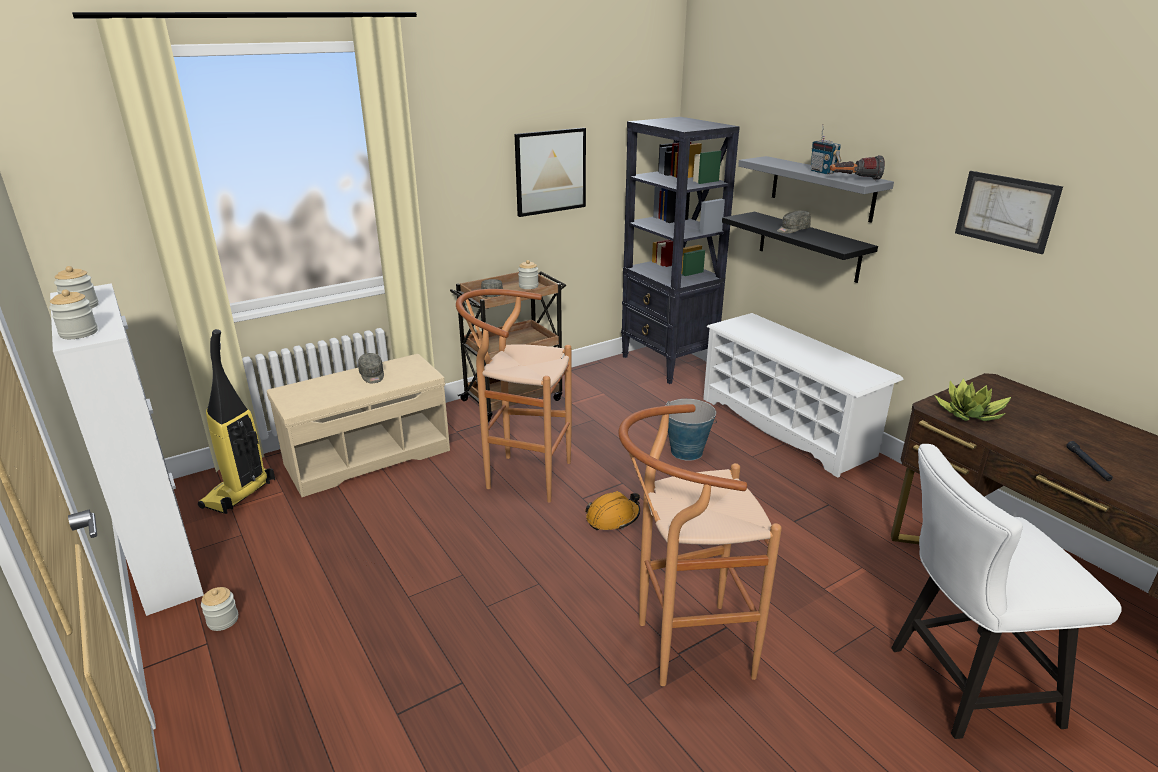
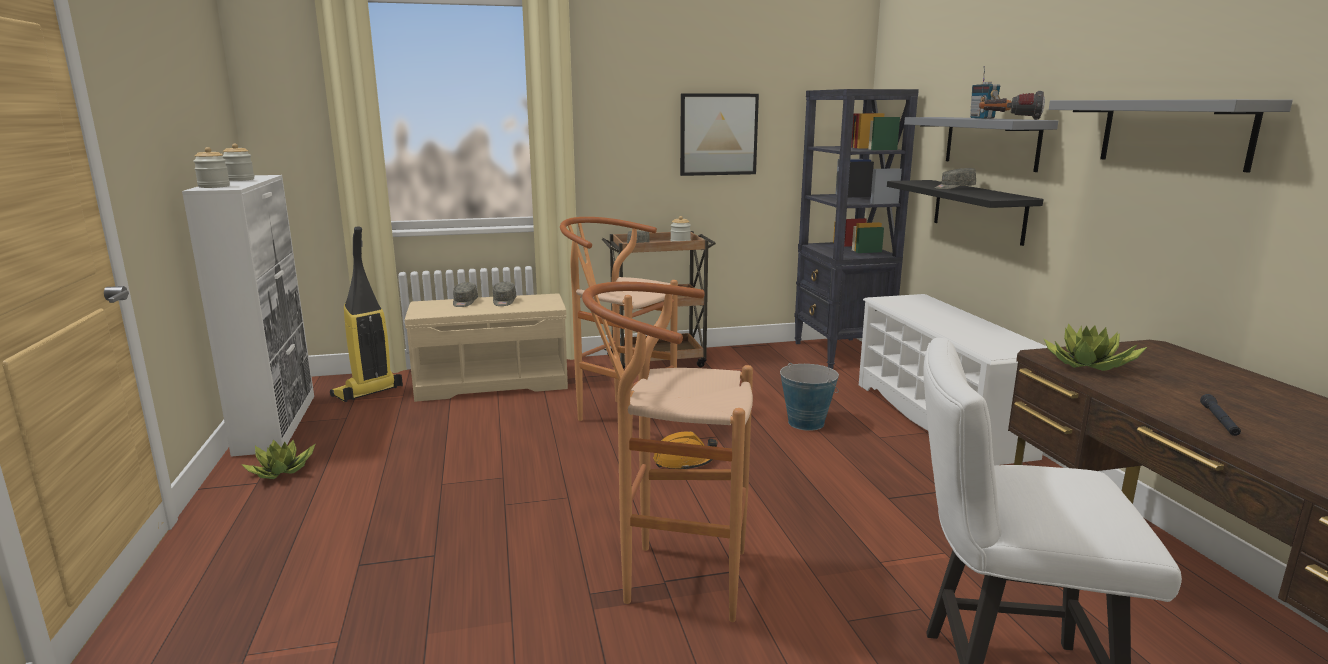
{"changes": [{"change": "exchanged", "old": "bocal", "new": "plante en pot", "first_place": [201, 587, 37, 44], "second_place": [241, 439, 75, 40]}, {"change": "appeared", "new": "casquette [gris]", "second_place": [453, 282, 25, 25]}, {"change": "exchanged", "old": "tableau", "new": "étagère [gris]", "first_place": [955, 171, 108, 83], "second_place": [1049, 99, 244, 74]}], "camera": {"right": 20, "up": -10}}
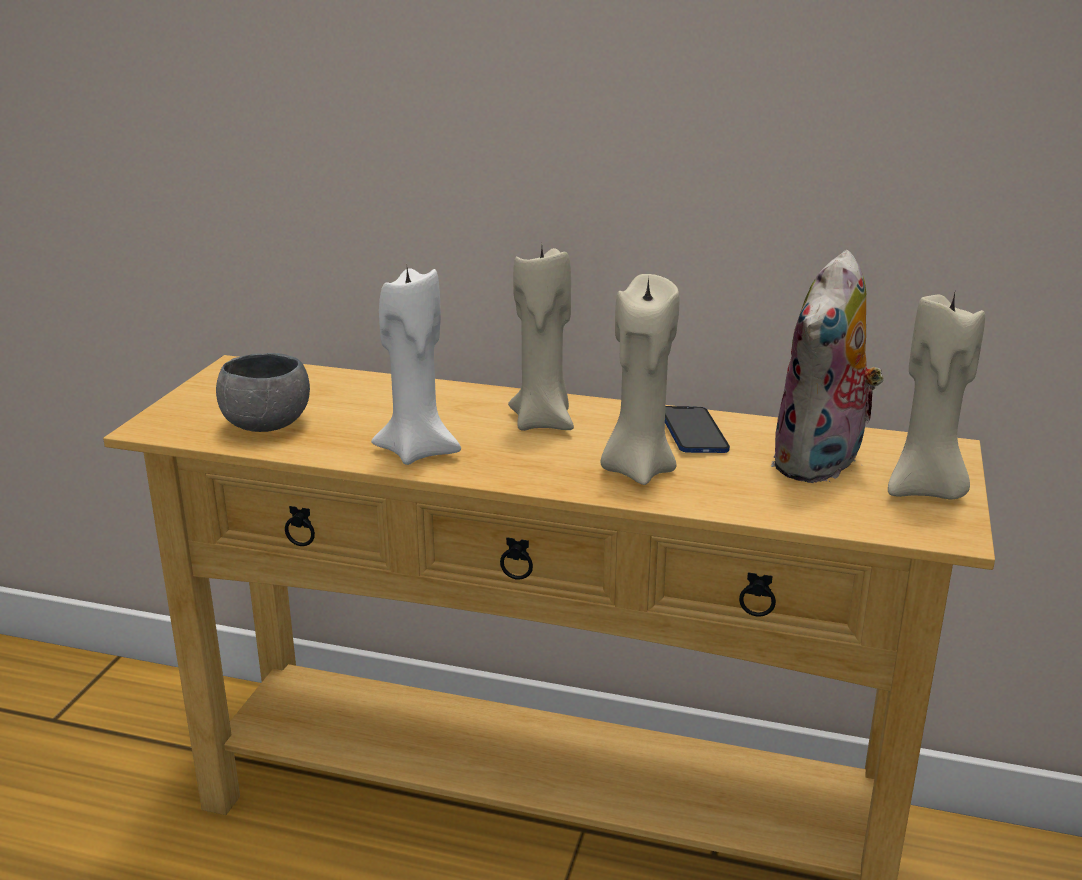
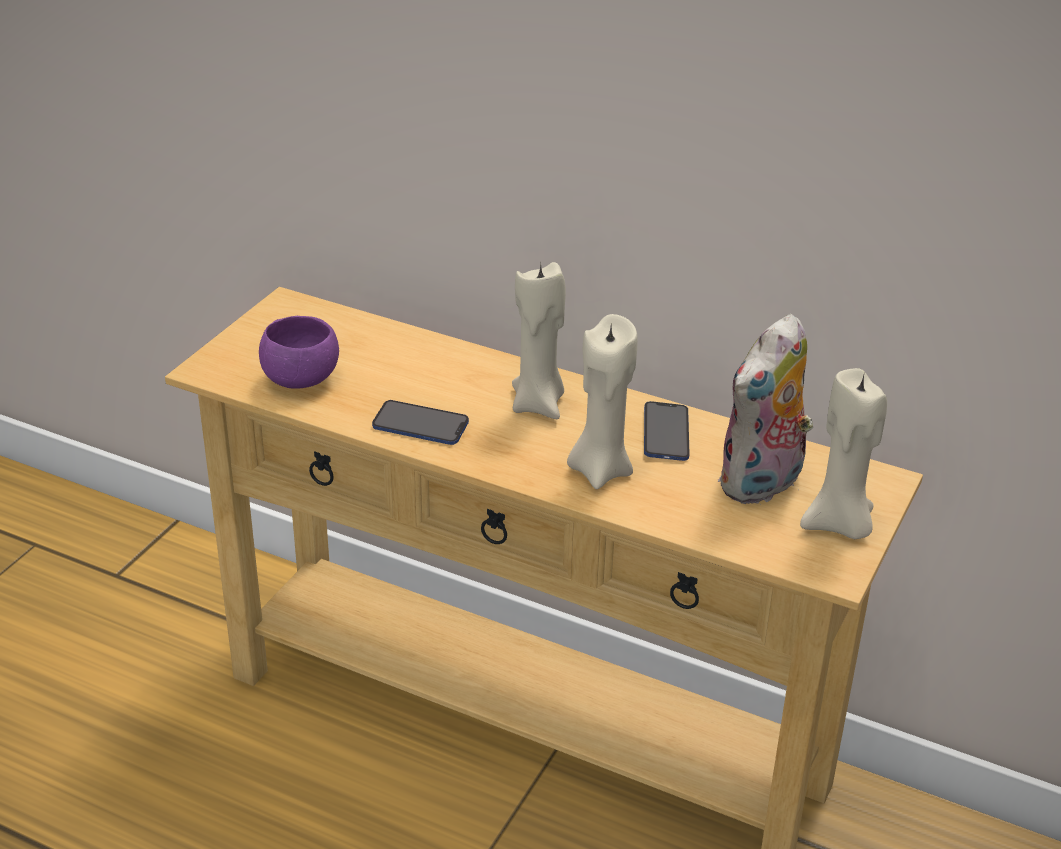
{"changes": [{"change": "colour", "old": "bol [gris]", "new": "bol [violet]", "first_place": [216, 353, 94, 79], "second_place": [259, 316, 80, 73]}, {"change": "exchanged", "old": "bougie [blanc]", "new": "téléphone", "first_place": [371, 268, 90, 197], "second_place": [372, 400, 97, 45]}], "camera": {"right": 10, "up": 10}}
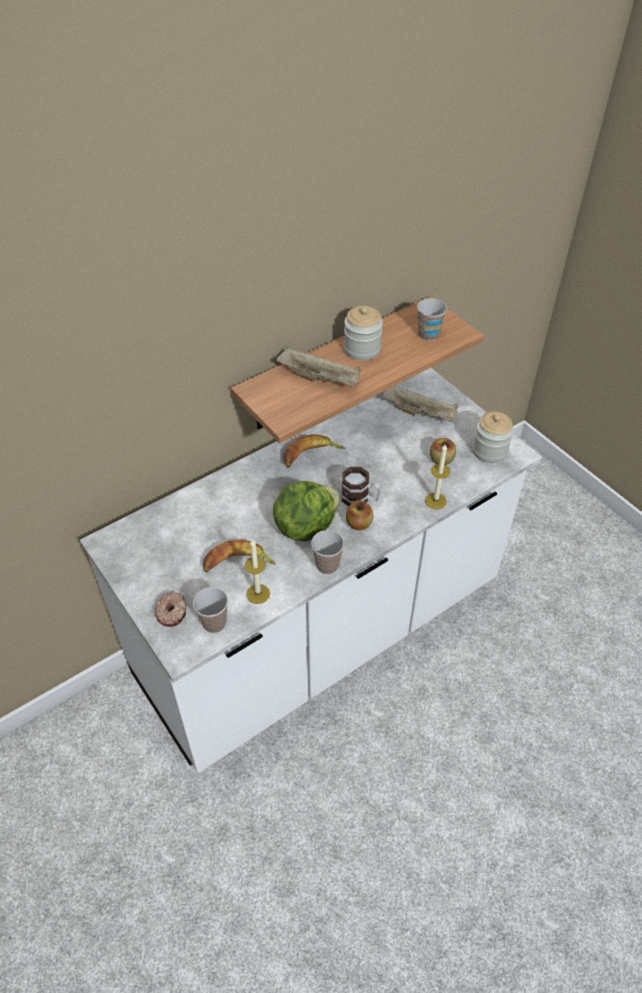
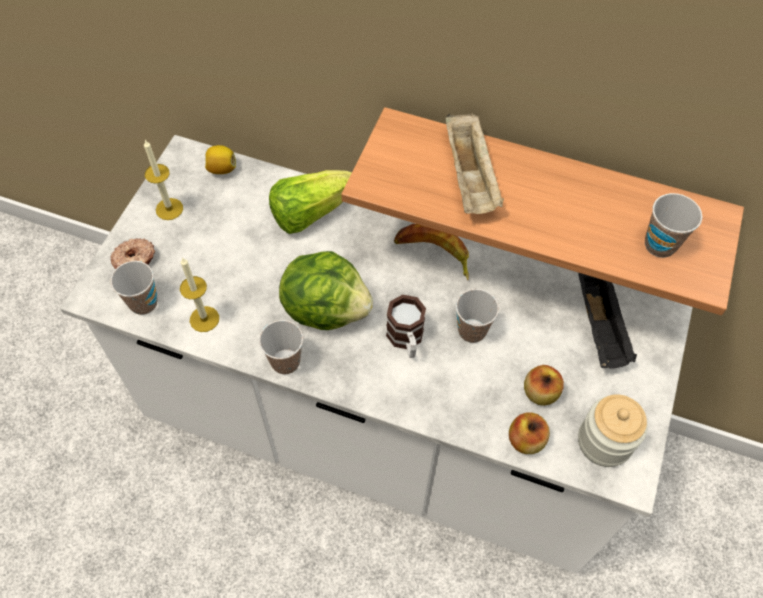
{"changes": [{"change": "relocated", "old": "bougie", "first_place": [425, 445, 25, 64], "second_place": [144, 140, 39, 80]}, {"change": "appeared", "new": "citron", "second_place": [205, 145, 31, 29]}, {"change": "appeared", "new": "laitue", "second_place": [269, 170, 83, 64]}, {"change": "appeared", "new": "tasse", "second_place": [456, 289, 43, 54]}, {"change": "relocated", "old": "pomme", "first_place": [346, 501, 27, 29], "second_place": [509, 413, 41, 41]}, {"change": "colour", "old": "plateau [beige]", "new": "plateau [noir]", "first_place": [382, 386, 76, 36], "second_place": [578, 273, 59, 95]}, {"change": "missing", "old": "banane", "first_place": [203, 540, 73, 32]}, {"change": "missing", "old": "bocal", "first_place": [344, 306, 39, 55]}], "camera": {"right": 55, "up": 10}}
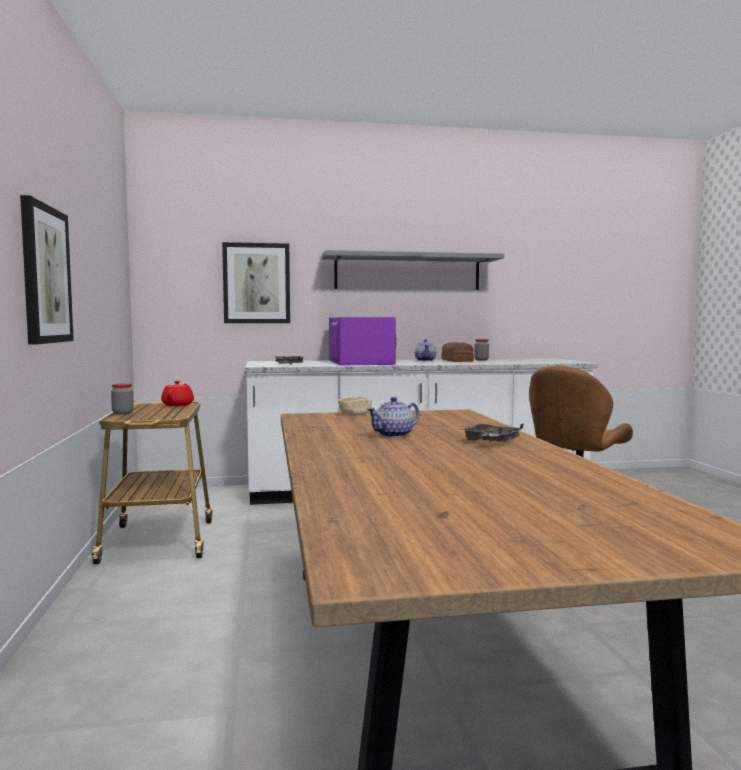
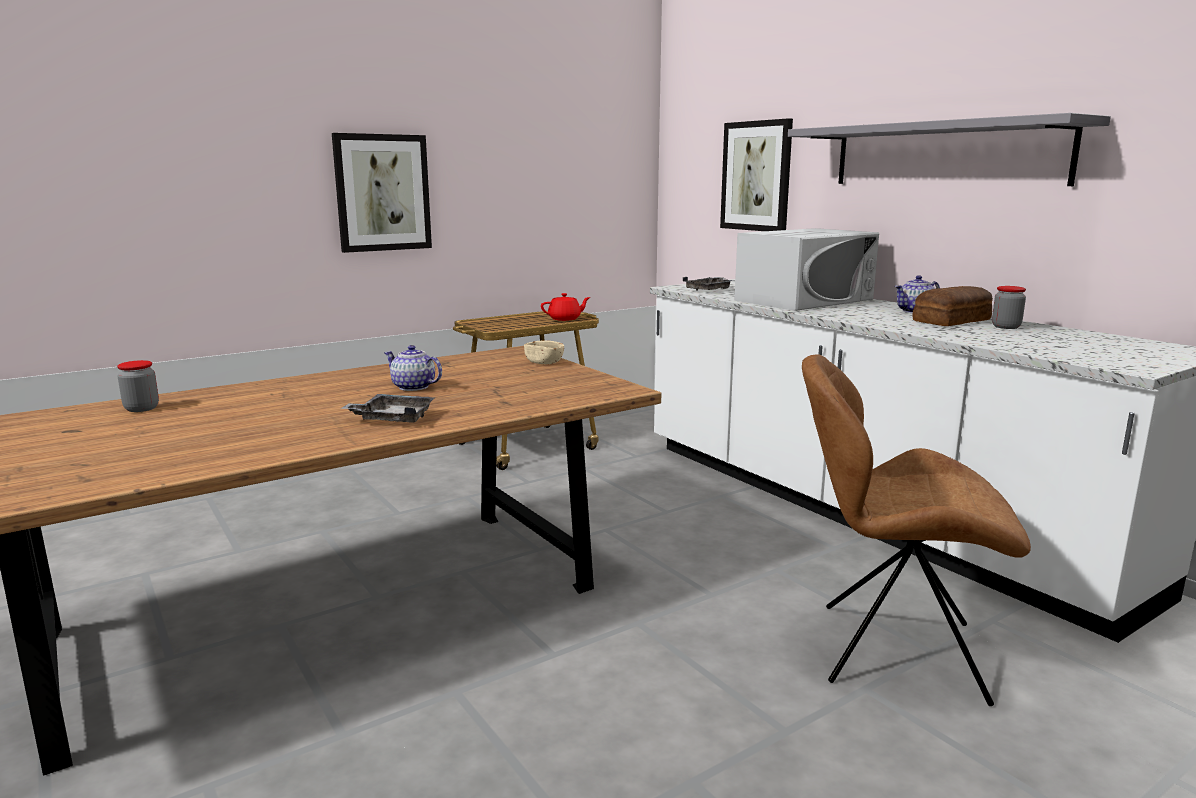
{"changes": [{"change": "relocated", "old": "bocal", "first_place": [111, 383, 23, 32], "second_place": [117, 360, 42, 52]}, {"change": "colour", "old": "micro-ondes [violet]", "new": "micro-ondes [blanc]", "first_place": [329, 317, 67, 48], "second_place": [734, 228, 145, 83]}], "camera": {"right": 65, "up": 10}}
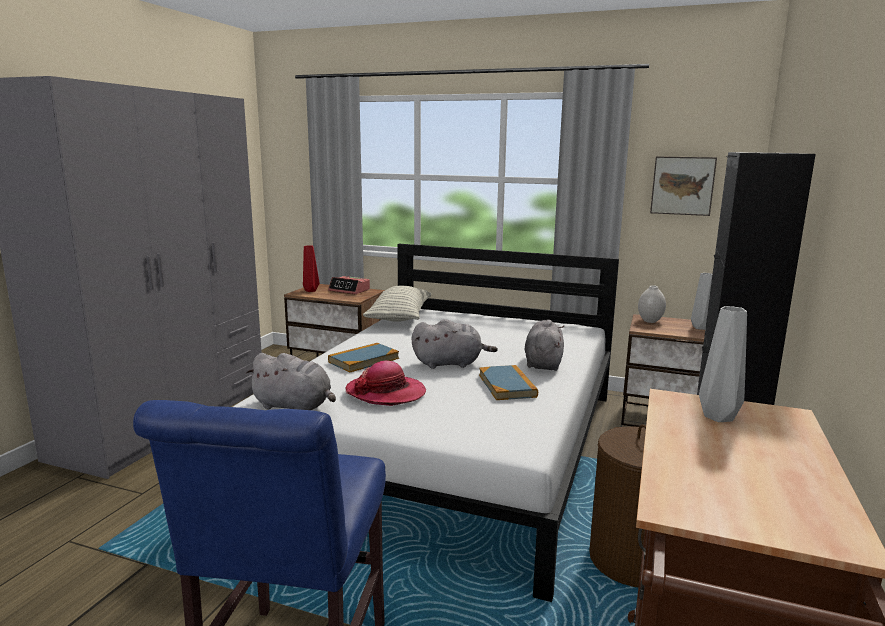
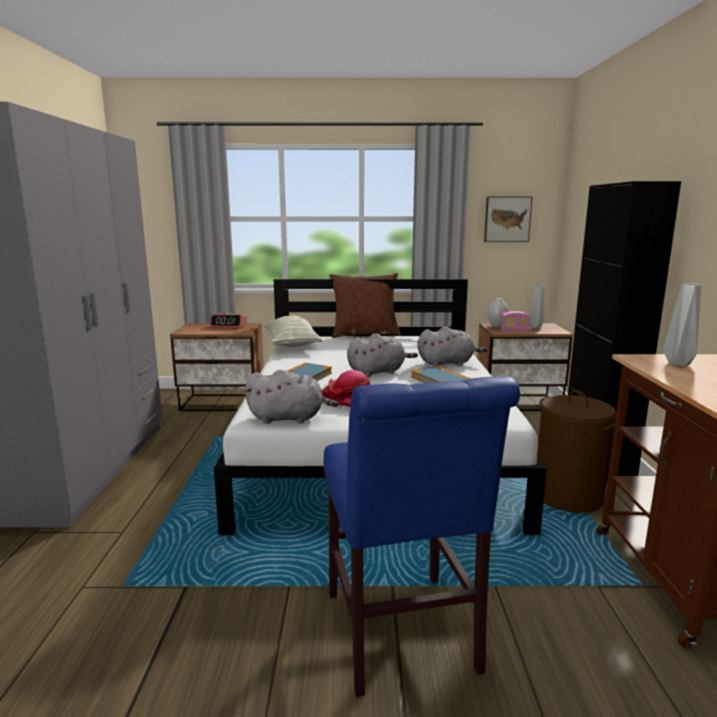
{"changes": [{"change": "appeared", "new": "coussin [marron]", "second_place": [329, 273, 72, 65]}, {"change": "spun", "old": "peluche [gris]", "first_place": [525, 320, 40, 51], "second_place": [417, 327, 70, 39], "degrees": 90}, {"change": "appeared", "new": "radio", "second_place": [501, 311, 30, 21]}, {"change": "missing", "old": "vase [rouge]", "first_place": [303, 245, 16, 47]}], "camera": {"right": -20, "up": 0}}
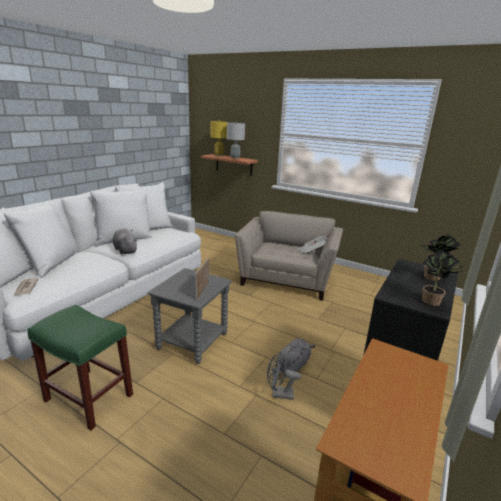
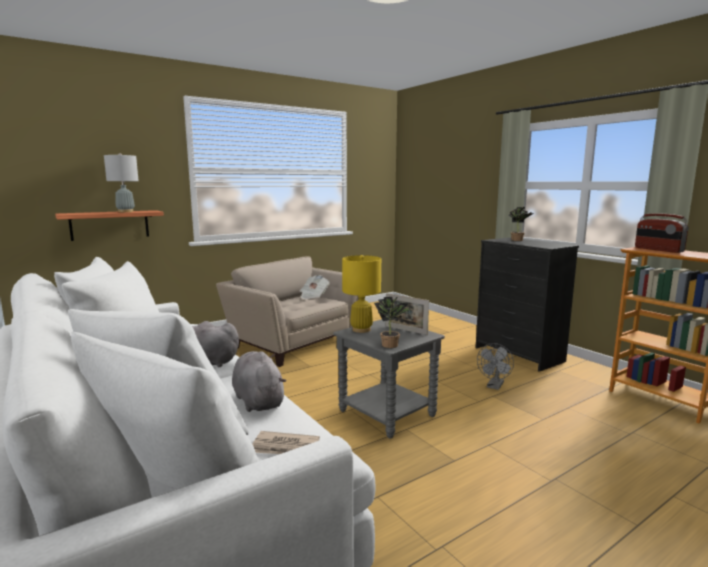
{"changes": [{"change": "relocated", "old": "peluche [gris]", "first_place": [276, 338, 40, 34], "second_place": [232, 351, 55, 61]}, {"change": "relocated", "old": "lampe de table [jaune]", "first_place": [210, 120, 18, 37], "second_place": [342, 255, 39, 78]}, {"change": "relocated", "old": "plante en pot", "first_place": [422, 251, 43, 55], "second_place": [374, 297, 38, 51]}, {"change": "appeared", "new": "radio", "second_place": [635, 213, 54, 40]}, {"change": "missing", "old": "tabouret [vert]", "first_place": [27, 305, 106, 125]}], "camera": {"right": -65, "up": -10}}
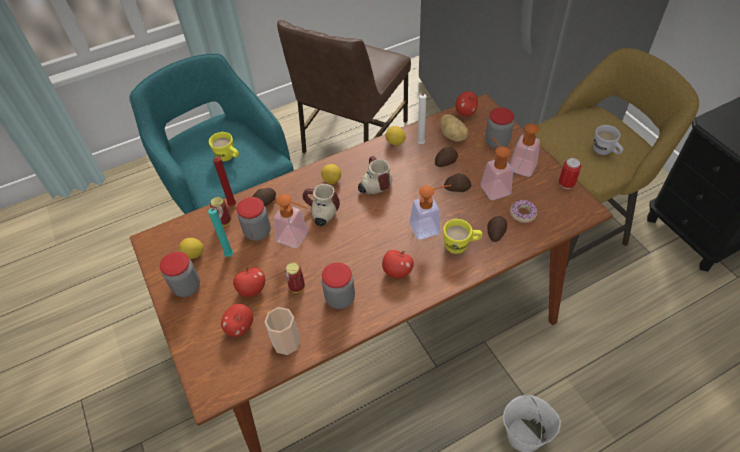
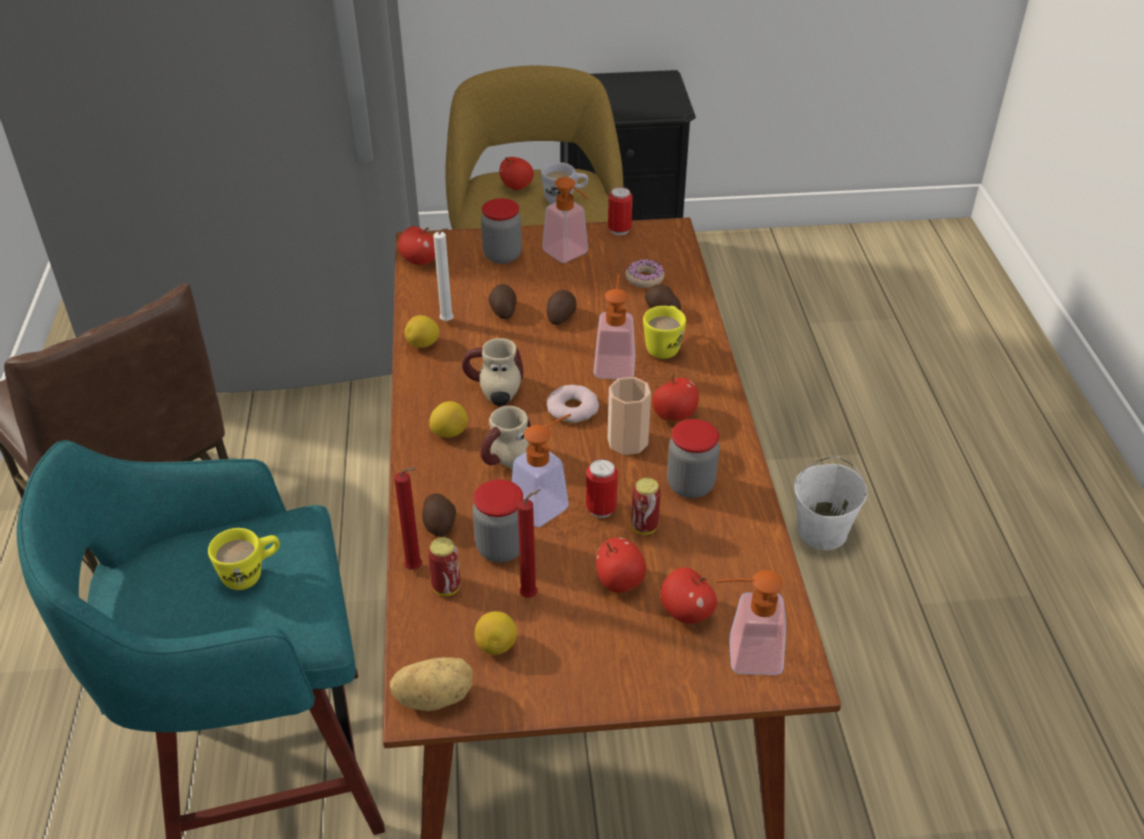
{"changes": [{"change": "relocated", "old": "pomme de terre", "first_place": [440, 114, 29, 28], "second_place": [390, 657, 83, 54]}, {"change": "appeared", "new": "pomme", "second_place": [499, 157, 35, 33]}, {"change": "colour", "old": "bougie [turquoise]", "new": "bougie [rouge]", "first_place": [208, 208, 25, 49], "second_place": [518, 489, 23, 109]}, {"change": "appeared", "new": "beignet", "second_place": [547, 385, 52, 38]}, {"change": "appeared", "new": "boîte métallique", "second_place": [586, 459, 32, 59]}, {"change": "relocated", "old": "tasse", "first_place": [264, 307, 36, 48], "second_place": [608, 377, 43, 78]}, {"change": "relocated", "old": "distributeur de savon", "first_place": [481, 136, 32, 64], "second_place": [715, 570, 71, 105]}, {"change": "missing", "old": "bocal", "first_place": [160, 252, 40, 45]}], "camera": {"right": -70, "up": -10}}
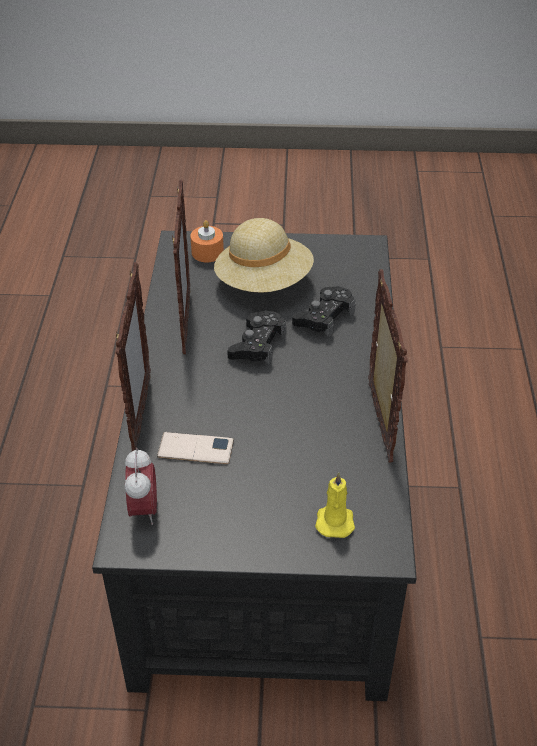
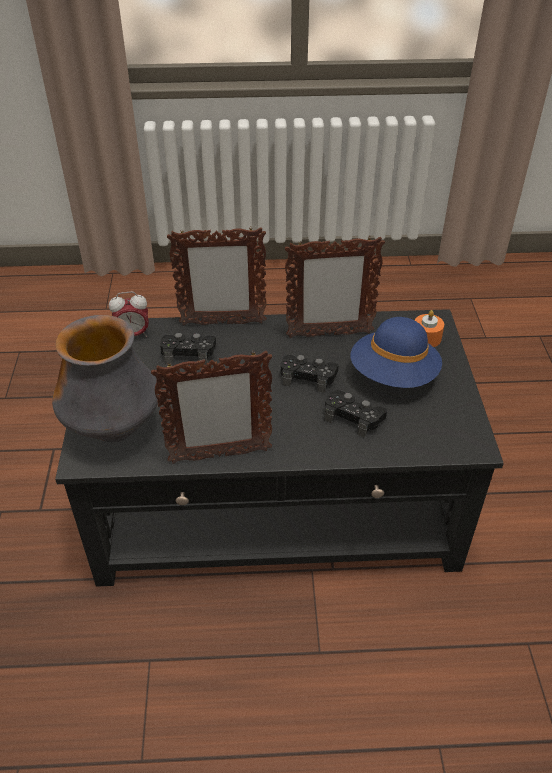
{"changes": [{"change": "exchanged", "old": "bougie [jaune]", "new": "vase", "first_place": [315, 472, 40, 66], "second_place": [52, 315, 107, 127]}, {"change": "exchanged", "old": "téléphone", "new": "manette [noir]", "first_place": [157, 432, 77, 32], "second_place": [160, 333, 56, 32]}, {"change": "colour", "old": "chapeau [beige]", "new": "chapeau [bleu]", "first_place": [214, 218, 100, 75], "second_place": [350, 317, 92, 71]}], "camera": {"right": 85, "up": 0}}
